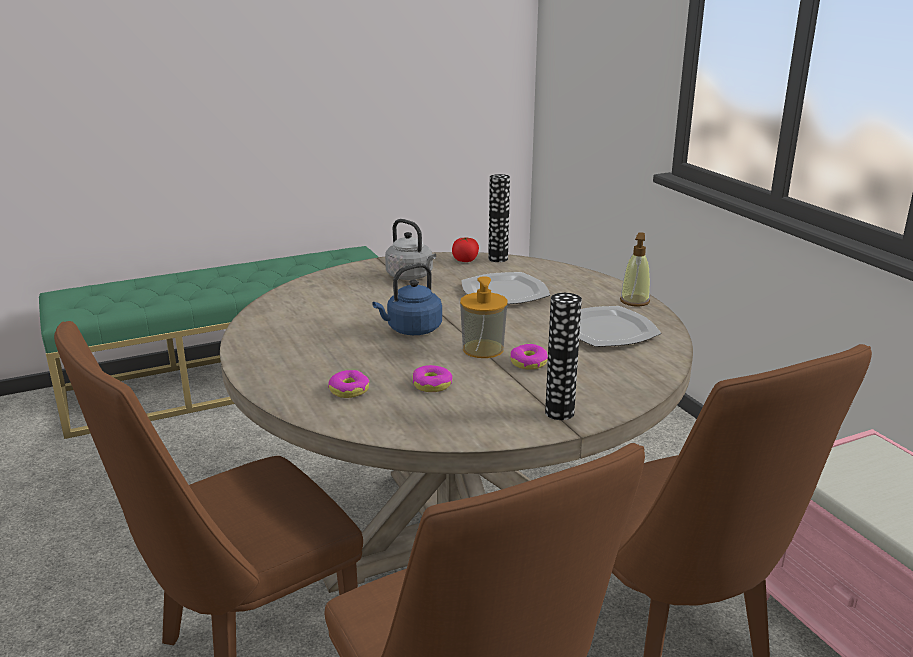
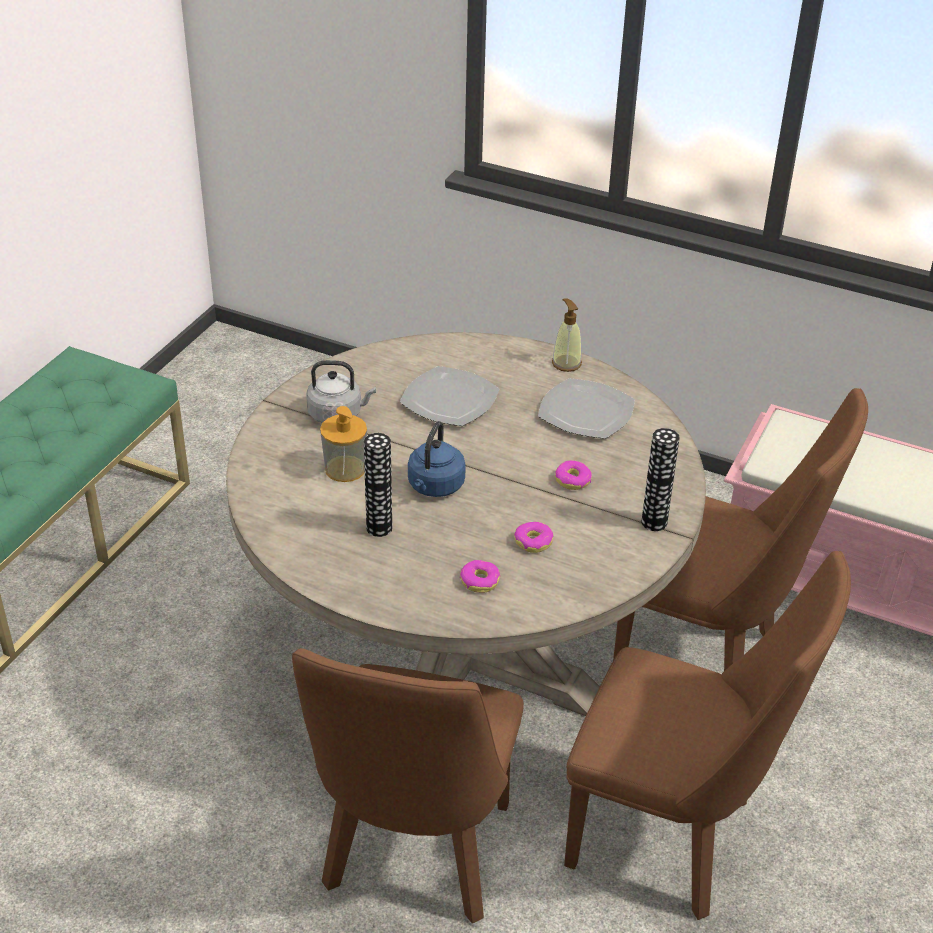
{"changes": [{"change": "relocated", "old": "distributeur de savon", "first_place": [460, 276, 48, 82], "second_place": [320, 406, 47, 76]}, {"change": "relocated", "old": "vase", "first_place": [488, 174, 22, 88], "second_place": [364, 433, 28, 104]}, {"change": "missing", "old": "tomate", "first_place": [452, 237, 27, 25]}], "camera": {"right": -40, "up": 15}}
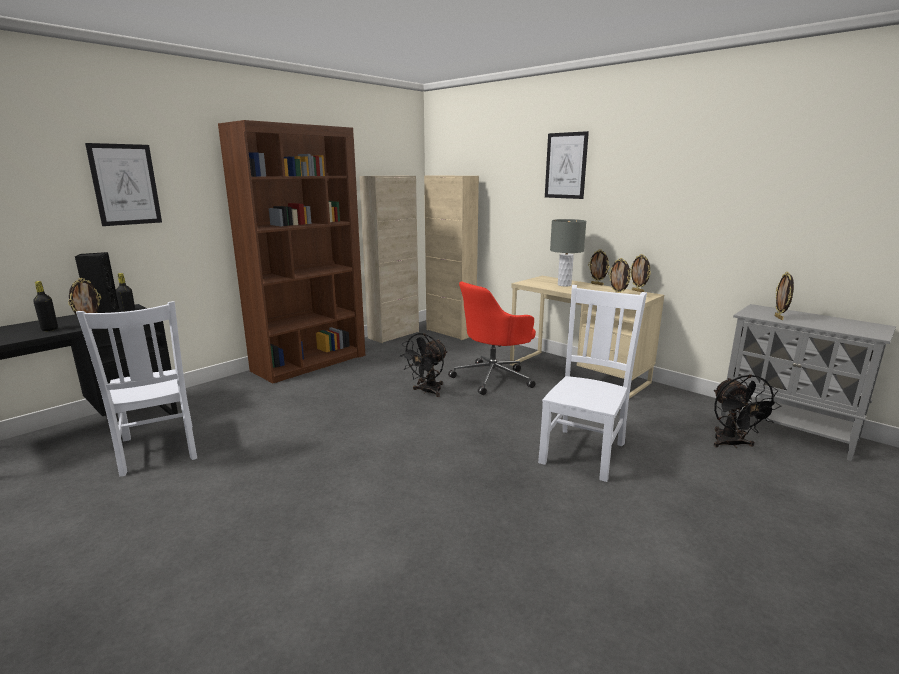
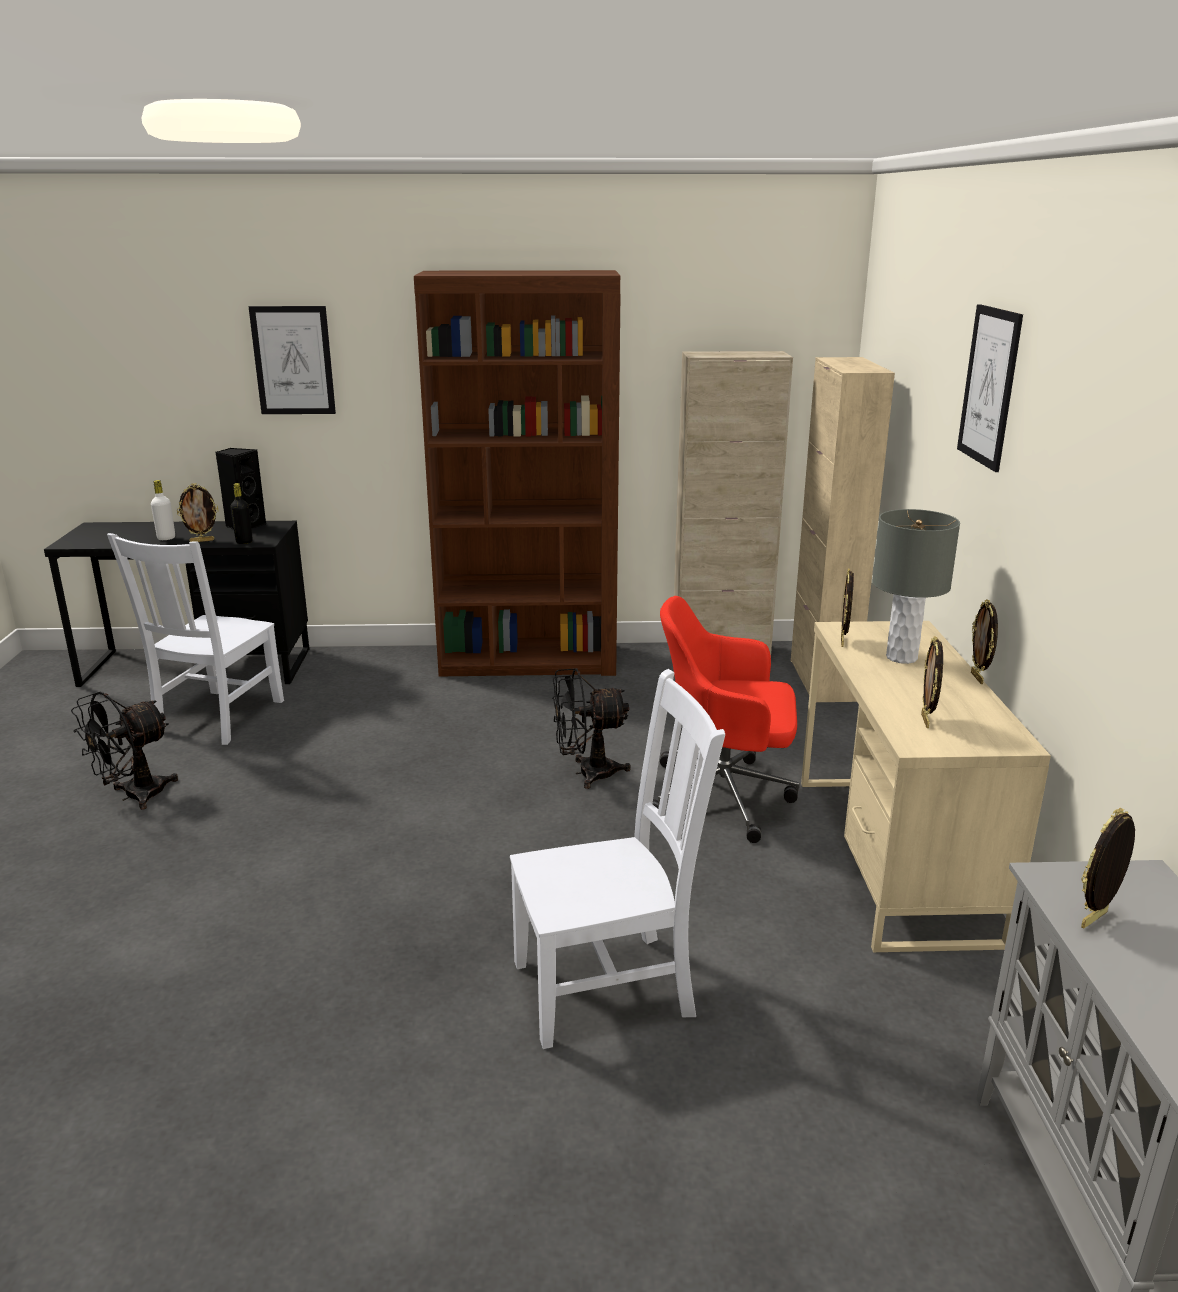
{"changes": [{"change": "relocated", "old": "ventilateur [noir]", "first_place": [714, 374, 67, 74], "second_place": [71, 691, 107, 119]}, {"change": "colour", "old": "bouteille [noir]", "new": "bouteille [blanc]", "first_place": [33, 281, 25, 50], "second_place": [151, 480, 24, 60]}, {"change": "relocated", "old": "cadre photo", "first_place": [630, 254, 21, 38], "second_place": [841, 568, 13, 79]}], "camera": {"right": 45, "up": 5}}
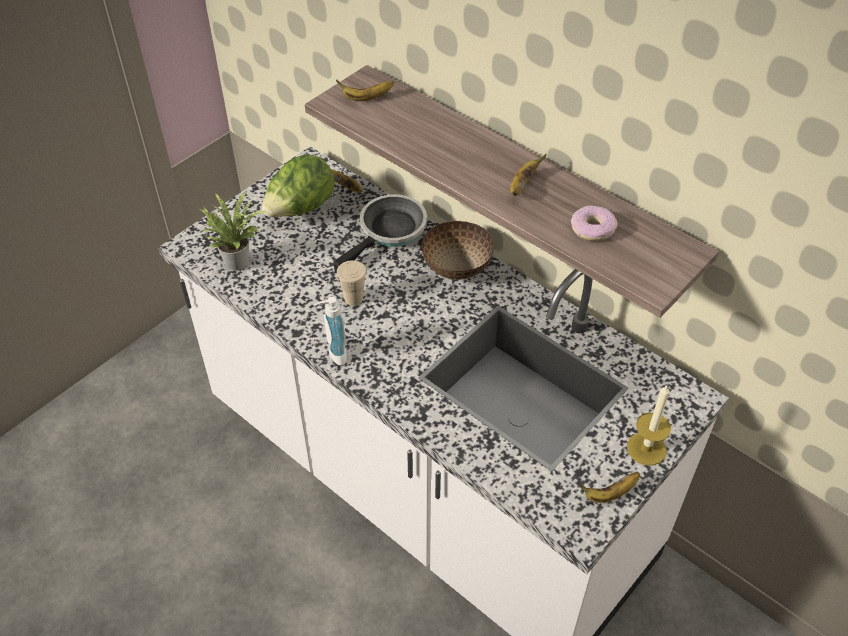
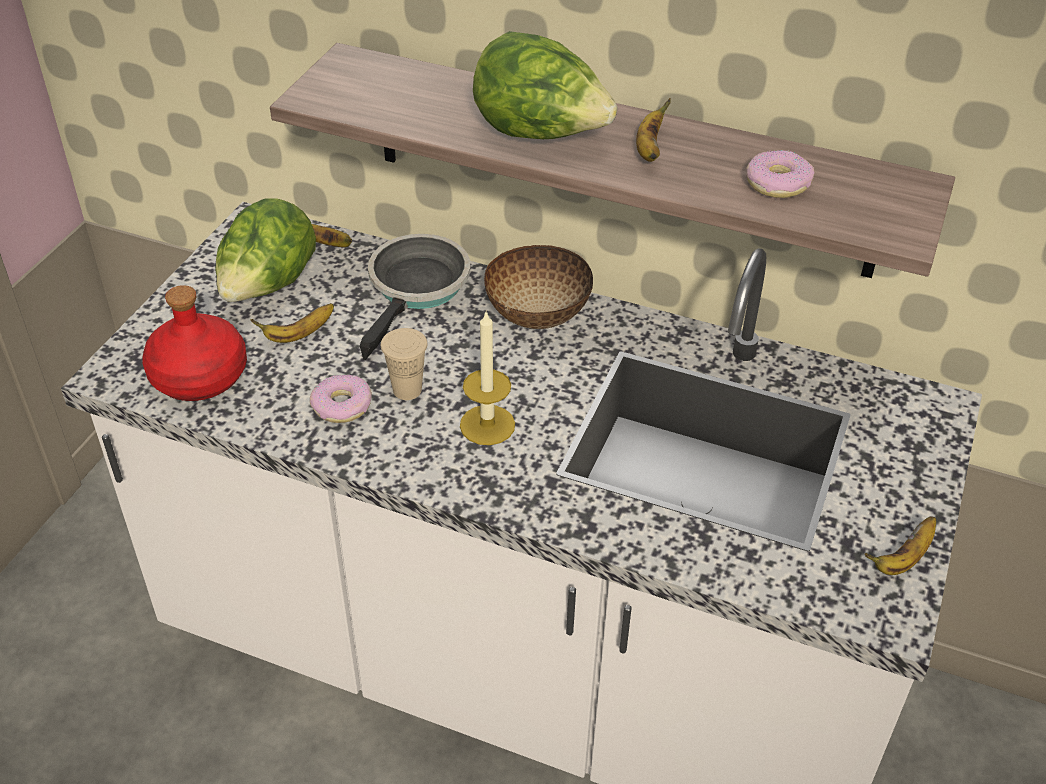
{"changes": [{"change": "exchanged", "old": "plante en pot", "new": "bouteille [rouge]", "first_place": [199, 192, 68, 79], "second_place": [142, 285, 105, 116]}, {"change": "relocated", "old": "banane", "first_place": [336, 80, 58, 21], "second_place": [250, 303, 84, 40]}, {"change": "appeared", "new": "beignet", "second_place": [310, 375, 62, 48]}, {"change": "relocated", "old": "bougie", "first_place": [627, 385, 44, 81], "second_place": [460, 310, 55, 135]}, {"change": "appeared", "new": "laitue", "second_place": [473, 31, 144, 108]}, {"change": "missing", "old": "distributeur de savon", "first_place": [315, 297, 32, 68]}], "camera": {"right": -20, "up": -5}}
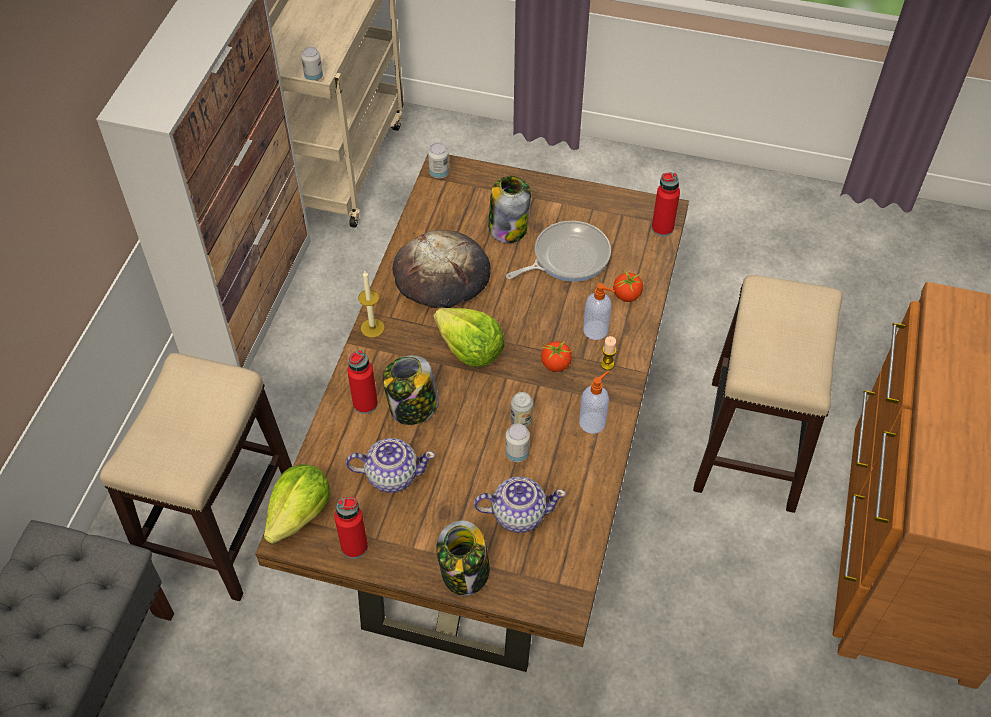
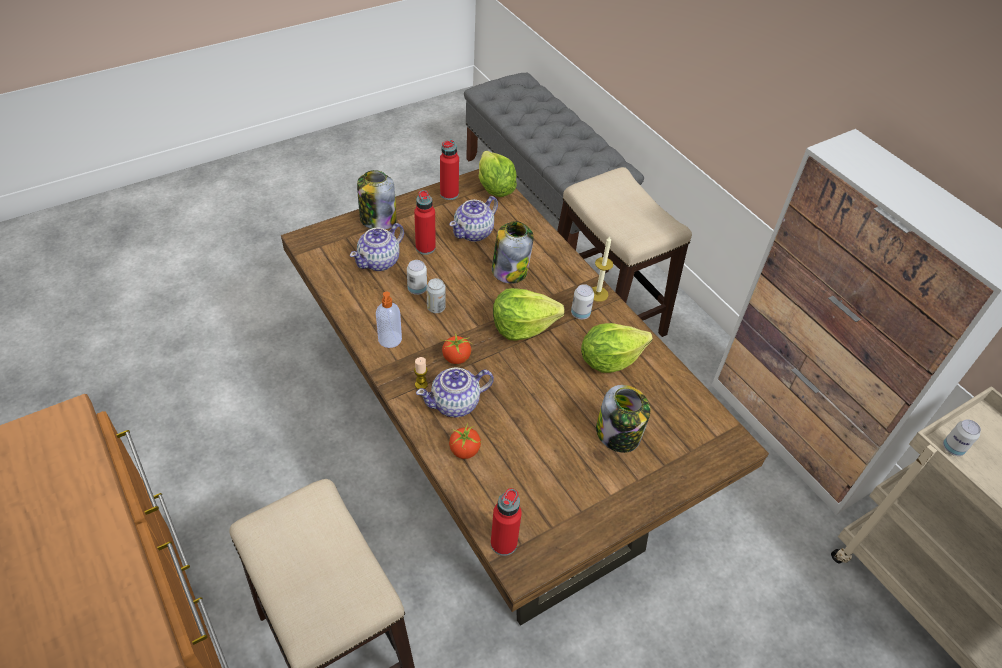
{"changes": [{"change": "relocated", "old": "bouteille [rouge]", "first_place": [347, 350, 31, 64], "second_place": [414, 190, 22, 65]}, {"change": "exchanged", "old": "distributeur de savon", "new": "théière", "first_place": [583, 283, 32, 57], "second_place": [416, 367, 78, 50]}, {"change": "relocated", "old": "boîte métallique", "first_place": [428, 143, 21, 36], "second_place": [571, 284, 23, 35]}, {"change": "exchanged", "old": "pain", "new": "laitue", "first_place": [393, 230, 98, 78], "second_place": [581, 323, 72, 50]}, {"change": "missing", "old": "poêle", "first_place": [506, 221, 105, 61]}], "camera": {"right": 130, "up": -5}}
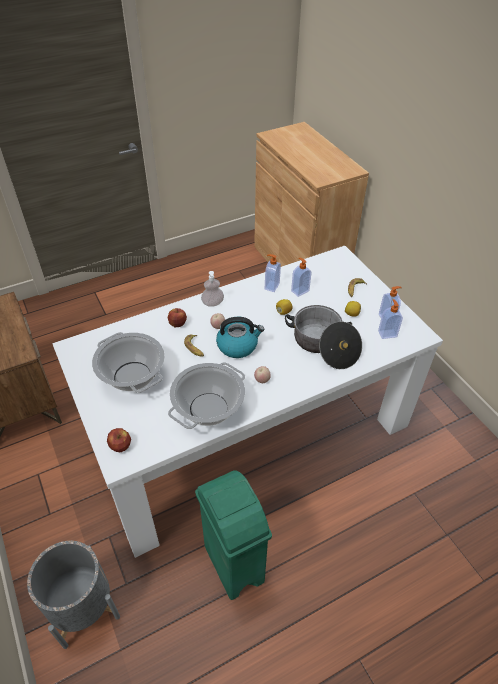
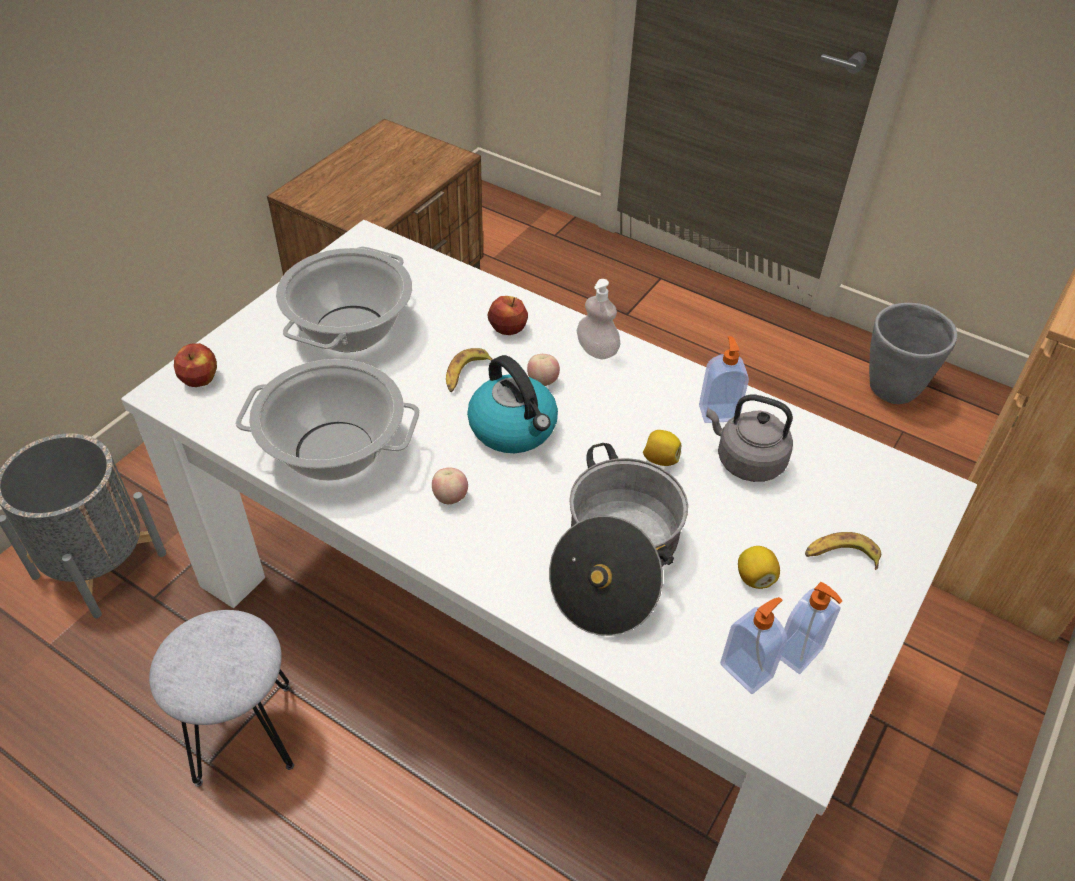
{"changes": [{"change": "exchanged", "old": "poubelle [vert]", "new": "tabouret [gris]", "first_place": [195, 470, 77, 130], "second_place": [149, 610, 145, 177]}, {"change": "exchanged", "old": "distributeur de savon", "new": "bouilloire [gris]", "first_place": [291, 258, 21, 39], "second_place": [706, 394, 87, 88]}, {"change": "appeared", "new": "cache-pot [gris]", "second_place": [869, 303, 88, 101]}], "camera": {"right": 60, "up": 0}}
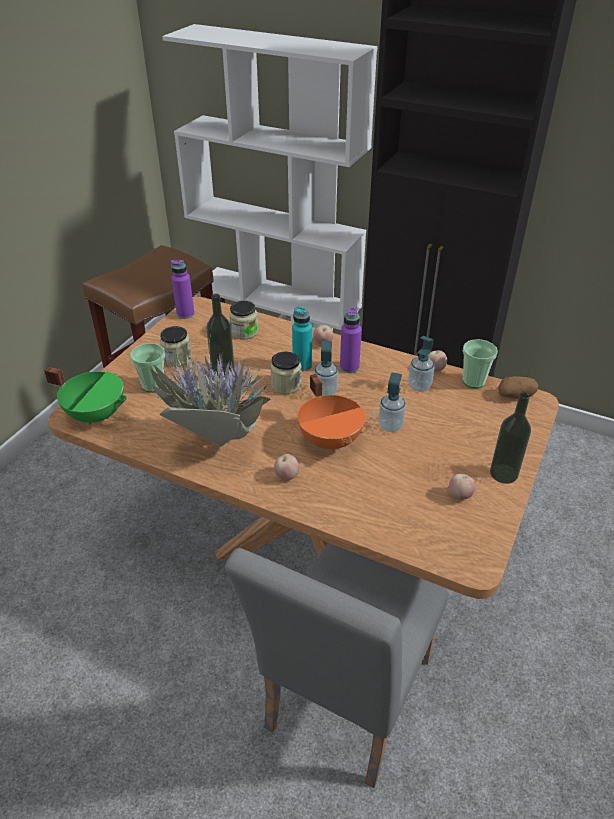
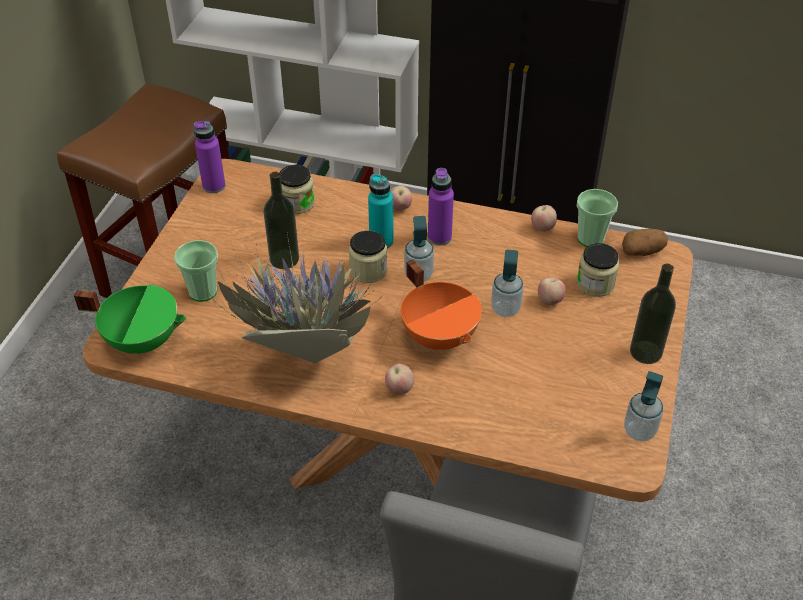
{"changes": [{"change": "relocated", "old": "pomme", "first_place": [449, 474, 26, 26], "second_place": [538, 277, 28, 28]}, {"change": "relocated", "old": "bocal", "first_place": [160, 326, 32, 41], "second_place": [577, 243, 42, 54]}, {"change": "relocated", "old": "distributeur de savon", "first_place": [408, 336, 27, 56], "second_place": [624, 371, 39, 70]}], "camera": {"right": -10, "up": 5}}
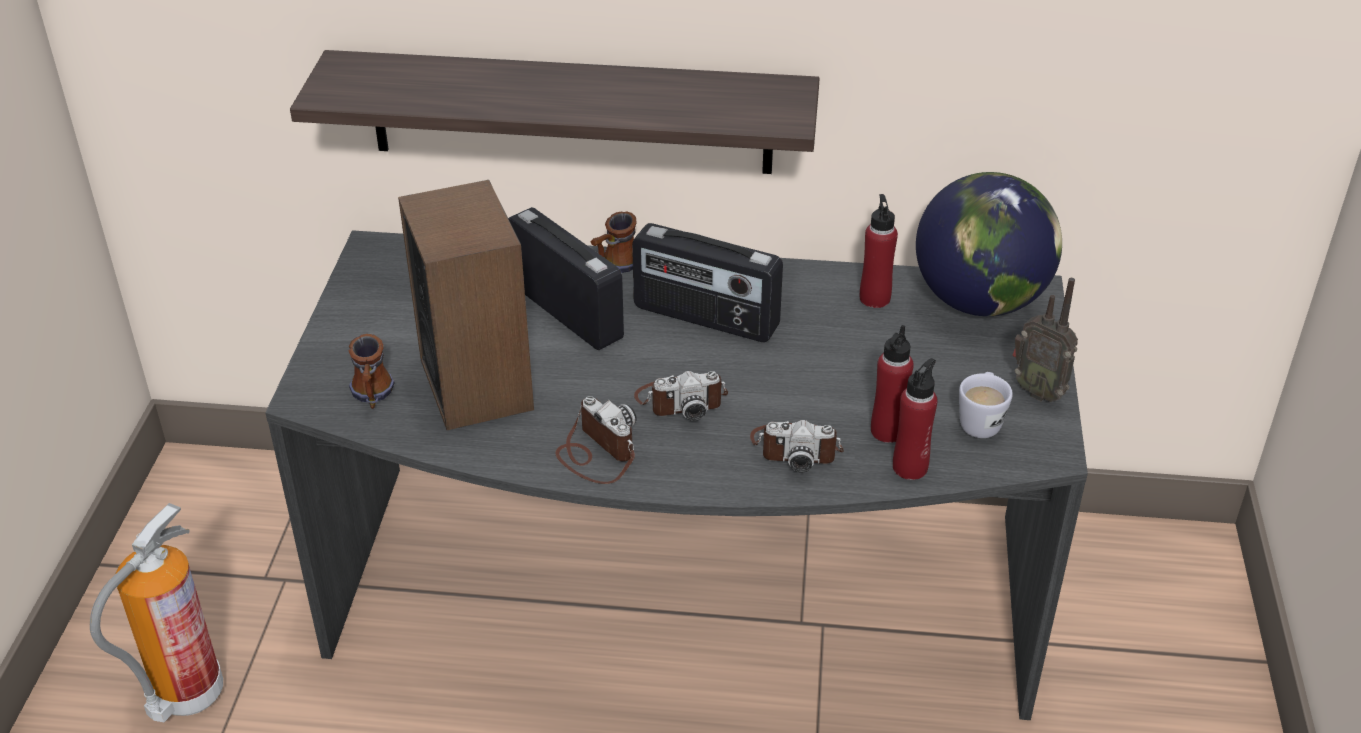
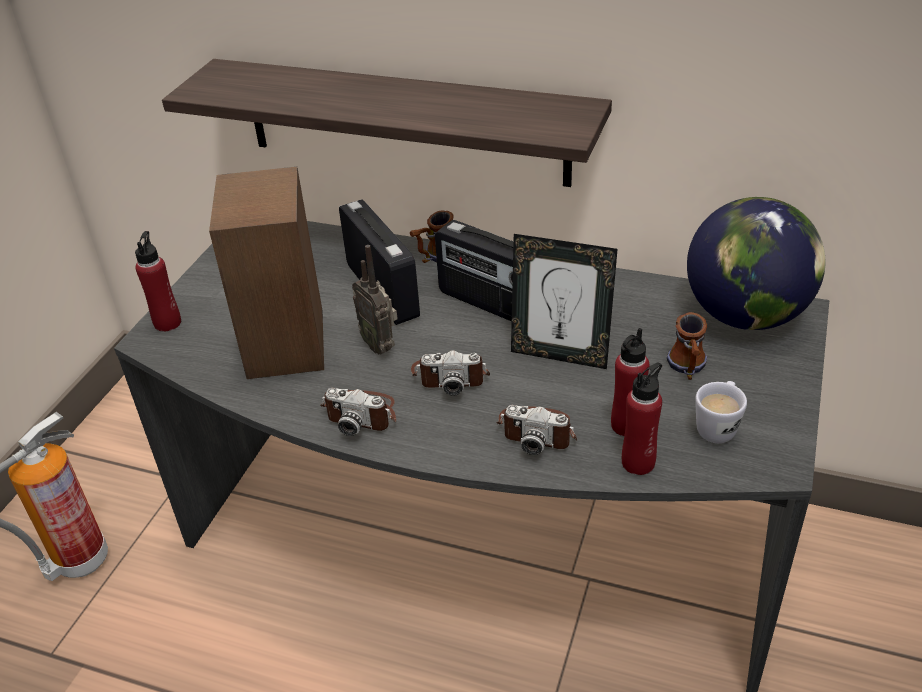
{"changes": [{"change": "relocated", "old": "bouteille [rouge]", "first_place": [860, 194, 38, 114], "second_place": [135, 231, 46, 101]}, {"change": "spun", "old": "appareil photo", "first_place": [555, 396, 82, 88], "second_place": [320, 388, 76, 48], "degrees": 135}, {"change": "relocated", "old": "radio", "first_place": [1012, 278, 66, 124], "second_place": [352, 245, 46, 110]}, {"change": "appeared", "new": "cadre photo", "second_place": [511, 234, 107, 135]}, {"change": "relocated", "old": "mug", "first_place": [348, 334, 46, 75], "second_place": [667, 312, 40, 68]}], "camera": {"right": 15, "up": 0}}
